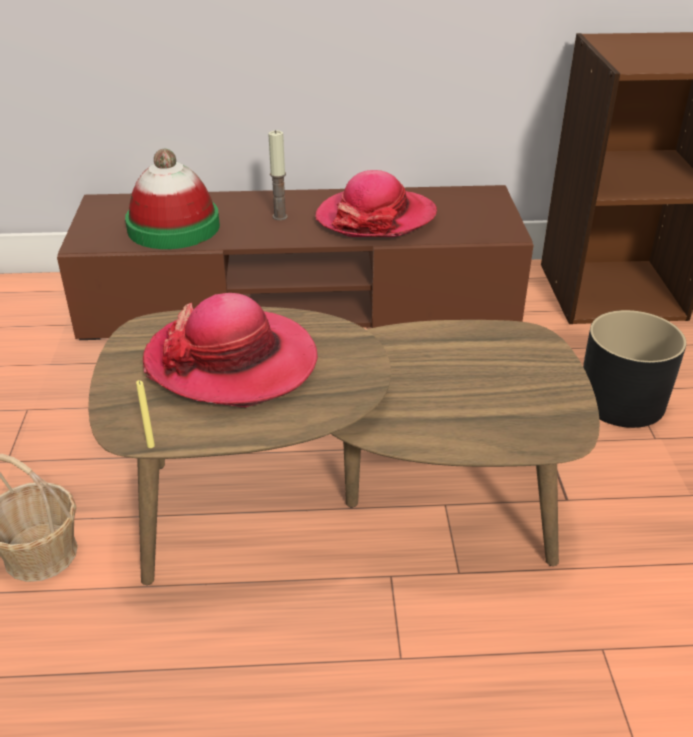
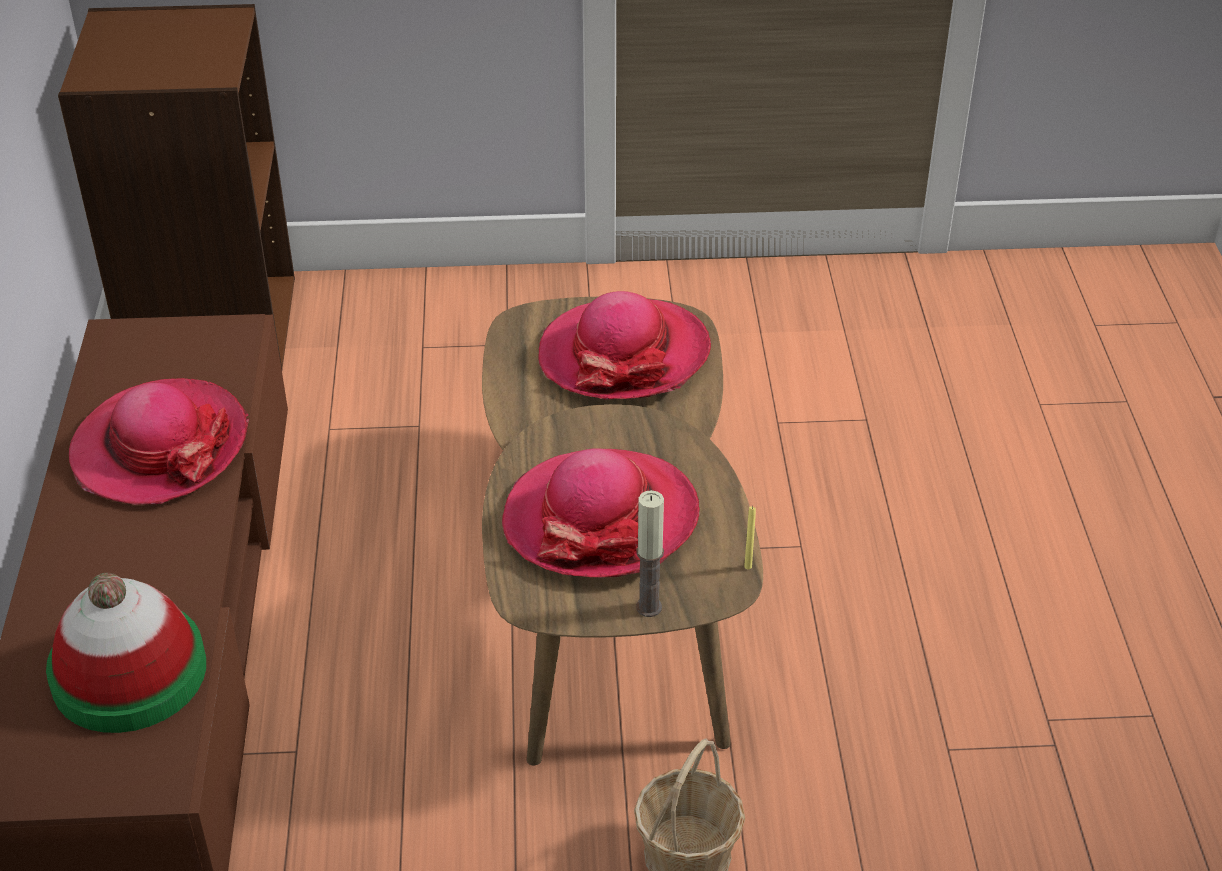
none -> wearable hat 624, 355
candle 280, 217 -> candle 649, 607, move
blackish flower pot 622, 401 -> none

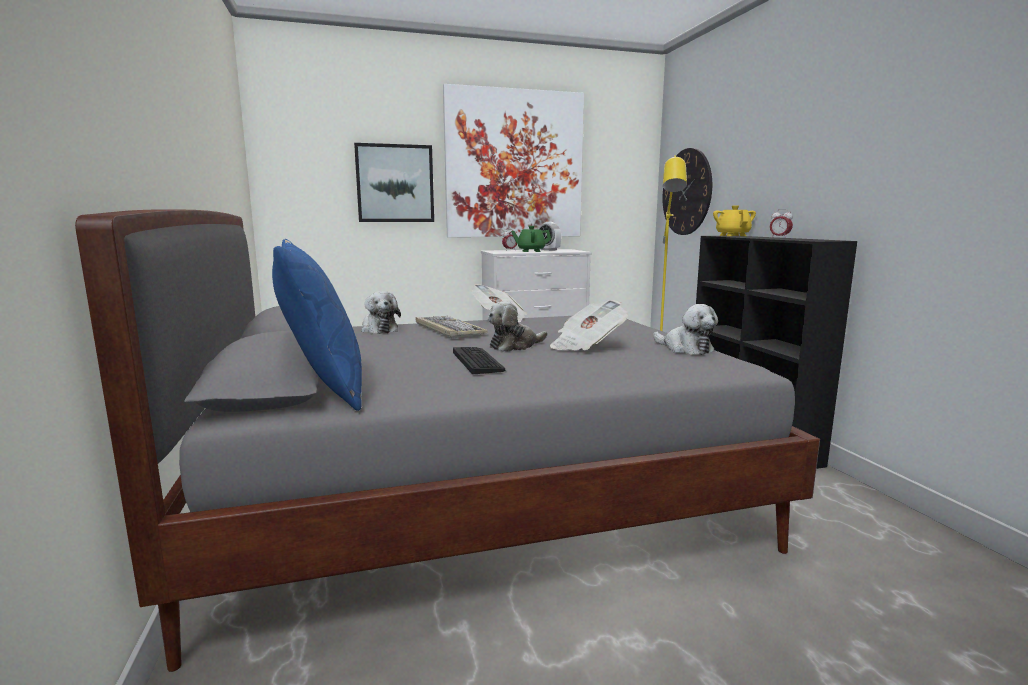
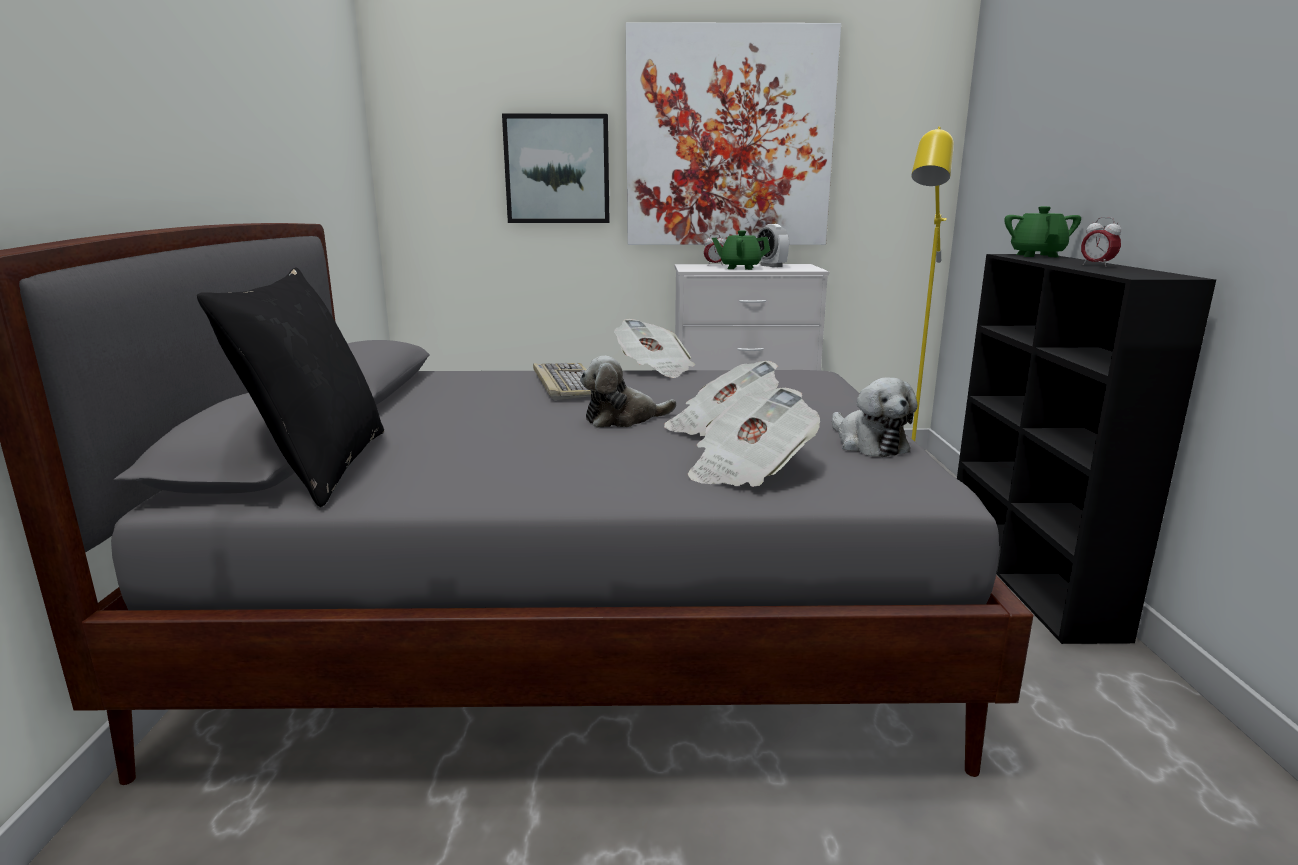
bluish cushion 324, 387 -> blackish cushion 320, 466
none -> newspaper 748, 470
yellow-coloured pot for tea 732, 235 -> green pot for tea 1037, 255
cuddly toy 378, 329 -> none
computer keyboard 477, 361 -> none
clock on the wall 686, 192 -> none

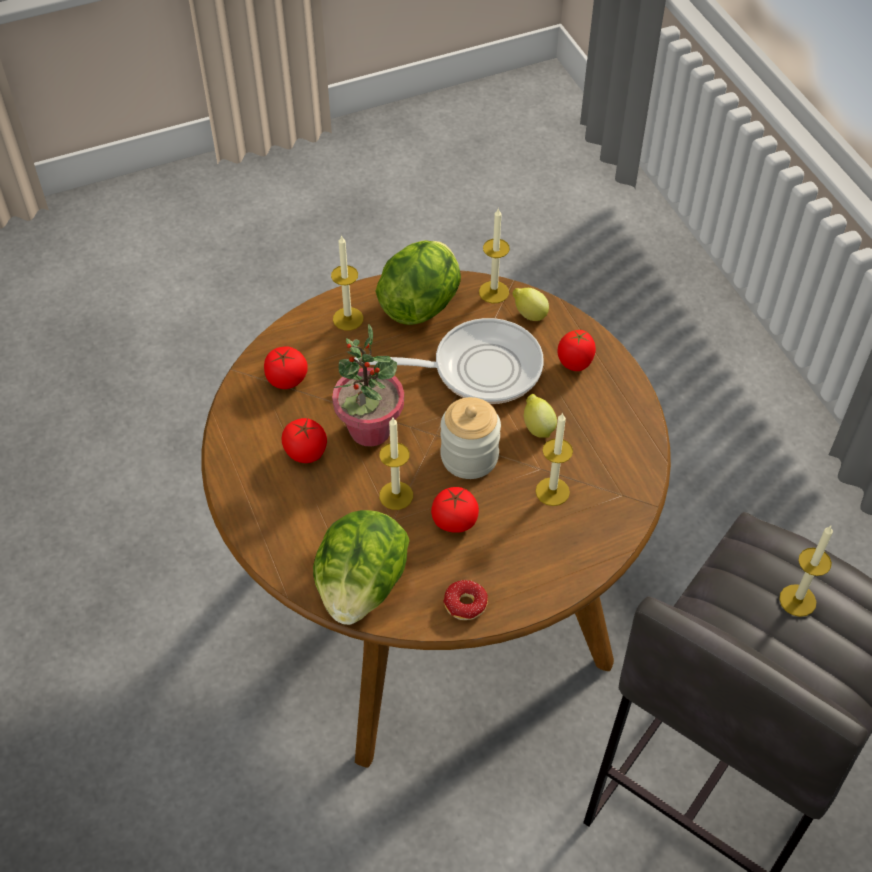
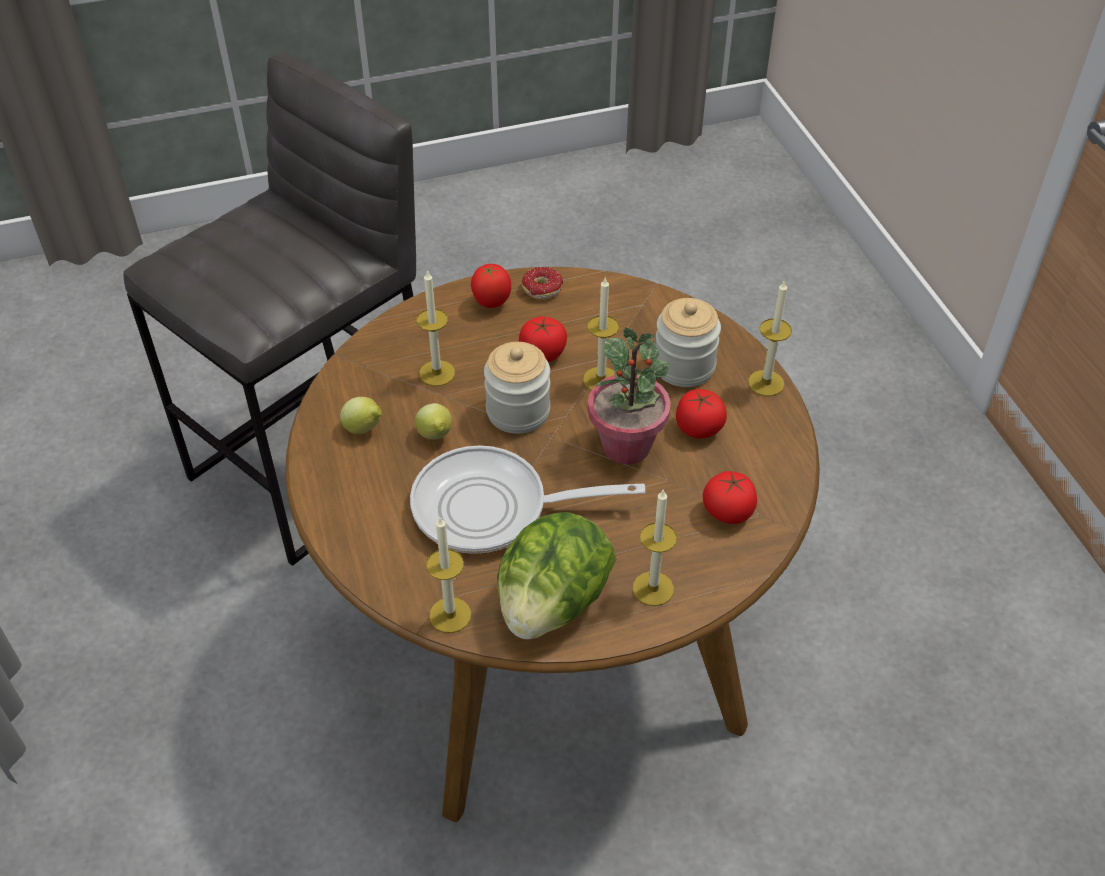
citrus fruit 529, 315 -> citrus fruit 364, 429, move
fresh tomato 575, 364 -> fresh tomato 491, 303, move
none -> jar 684, 366
candle 797, 600 -> candle 766, 383, move
lettuce 361, 587 -> none

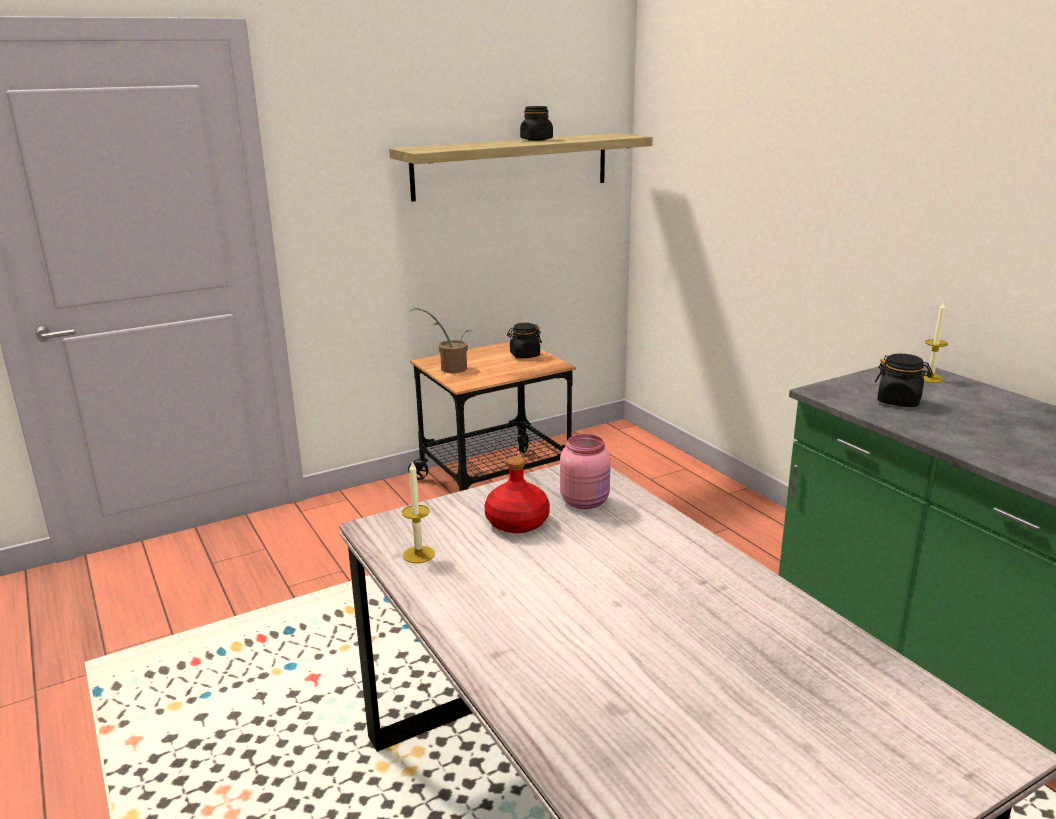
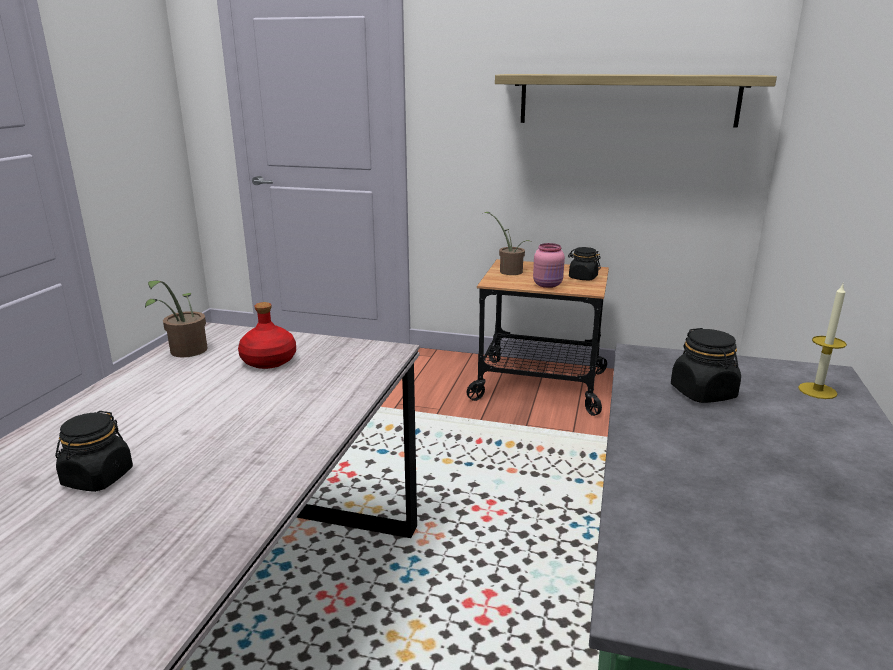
blackish jar 536, 140 -> blackish jar 97, 478, move
candle 418, 554 -> potted plant 185, 352
pinkish jar 586, 501 -> pinkish jar 548, 285, move

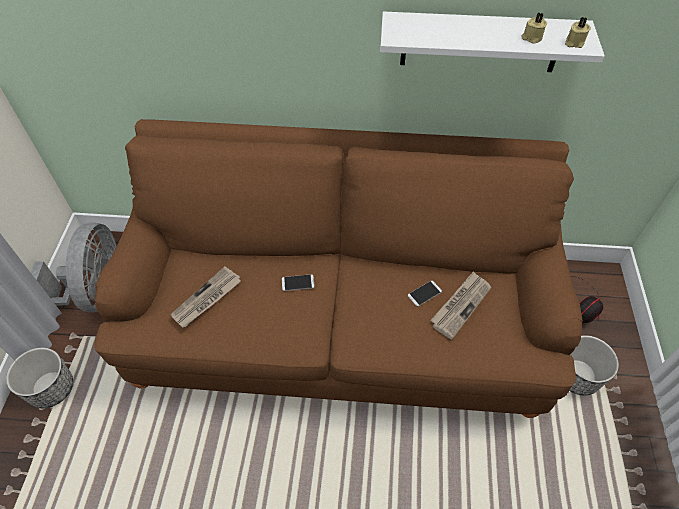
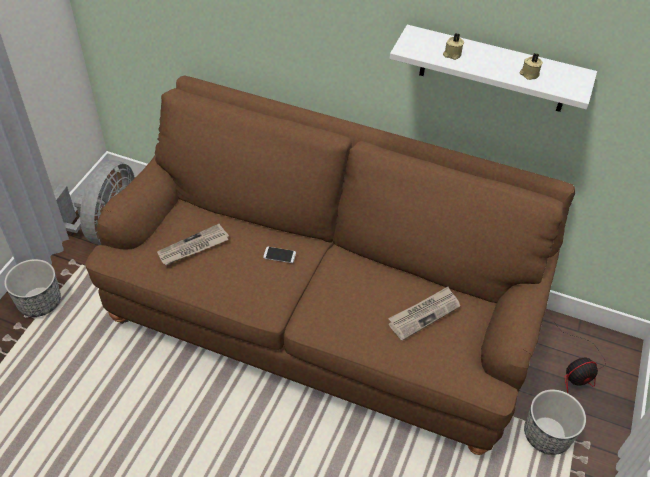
beige candle 573, 43 -> beige candle 452, 54, move
phone 424, 293 -> none

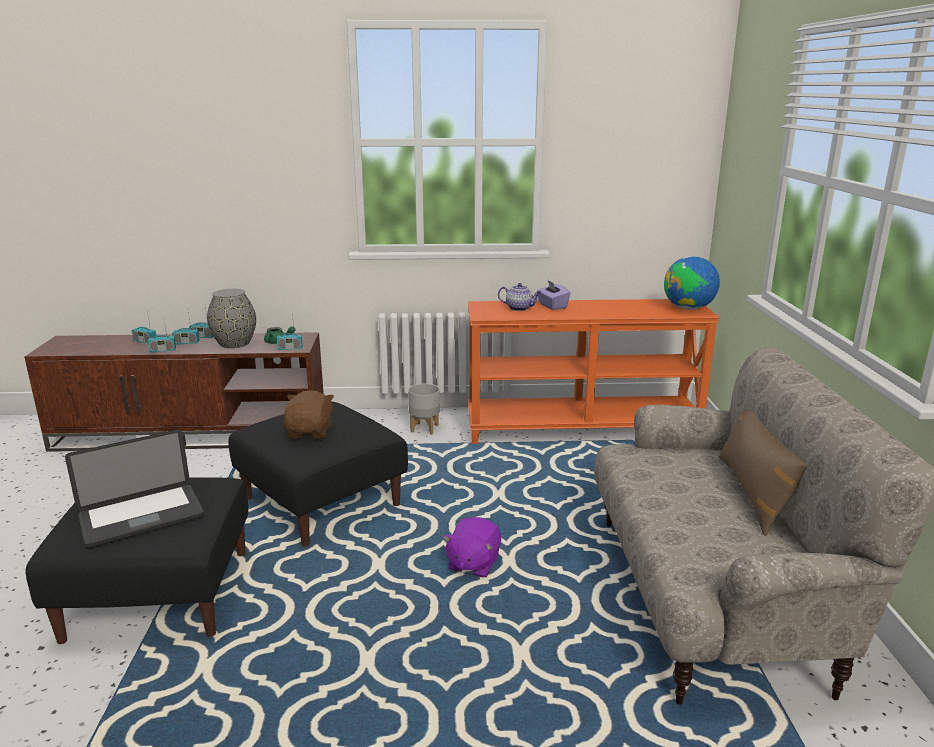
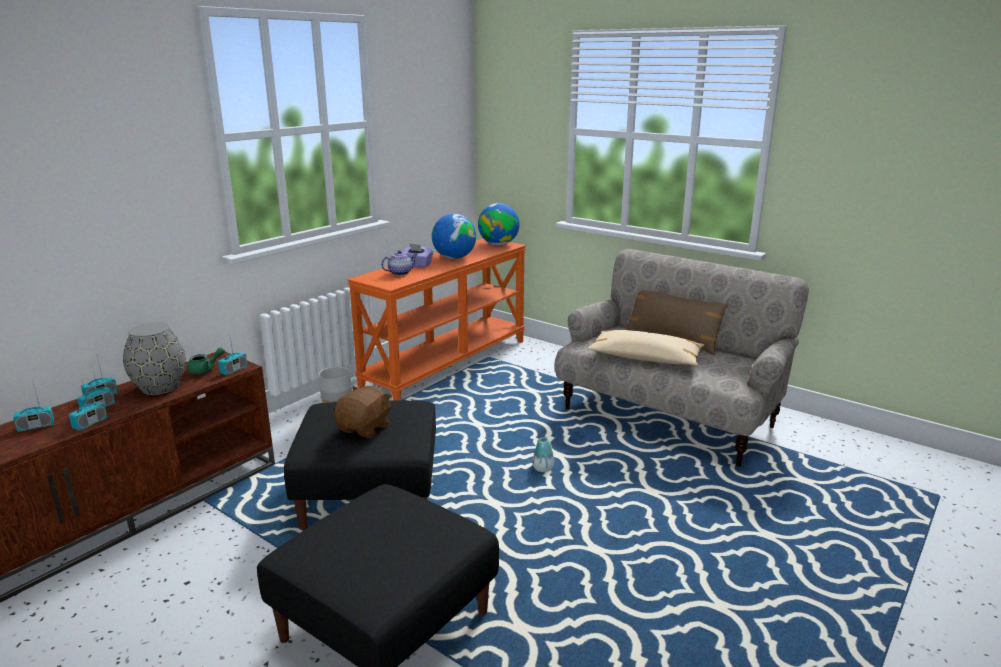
brownish cuddly toy 310, 433 -> brownish cuddly toy 365, 428, 75 degrees clockwise
none -> globe 454, 258
purplish cuddly toy 473, 564 -> flower vase 543, 469
none -> beige cushion 645, 358
portable computer 141, 517 -> none

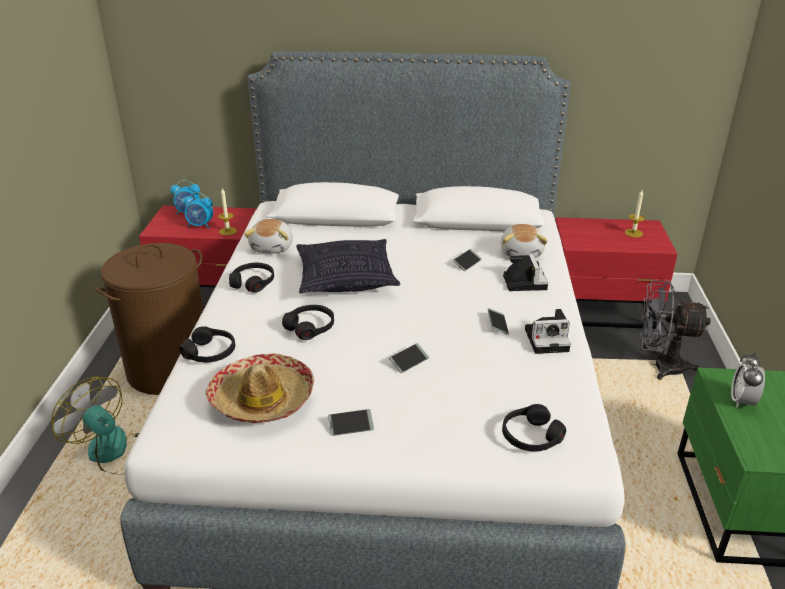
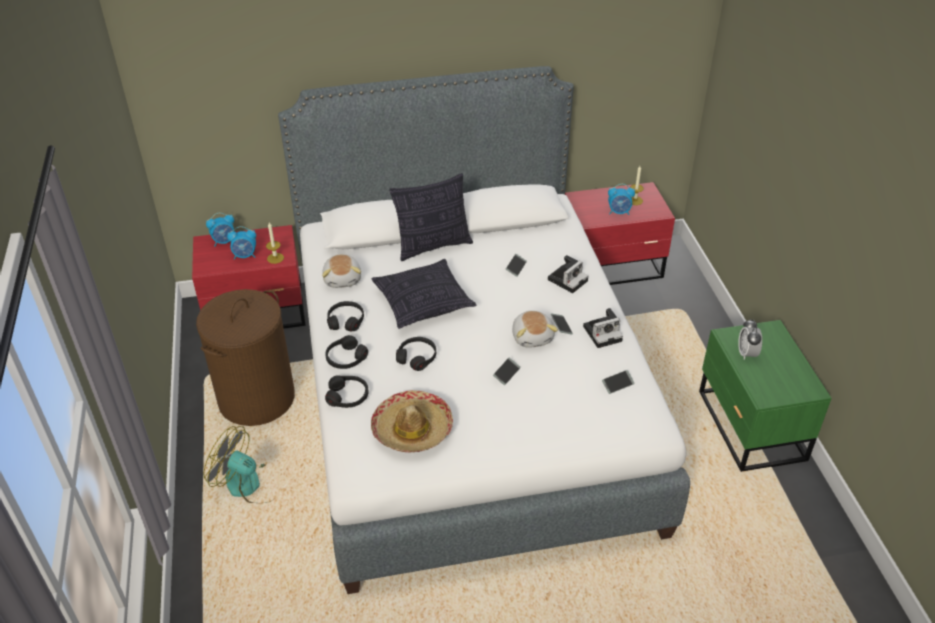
blackish headset 530, 436 -> blackish headset 346, 358, move
none -> cushion 433, 246
cuddly toy 522, 252 -> cuddly toy 532, 337, move
still camera 523, 281 -> still camera 568, 279, 60 degrees clockwise
phone 351, 426 -> phone 617, 384, move
none -> table clock 619, 212
greyish cooling fan 660, 366 -> none

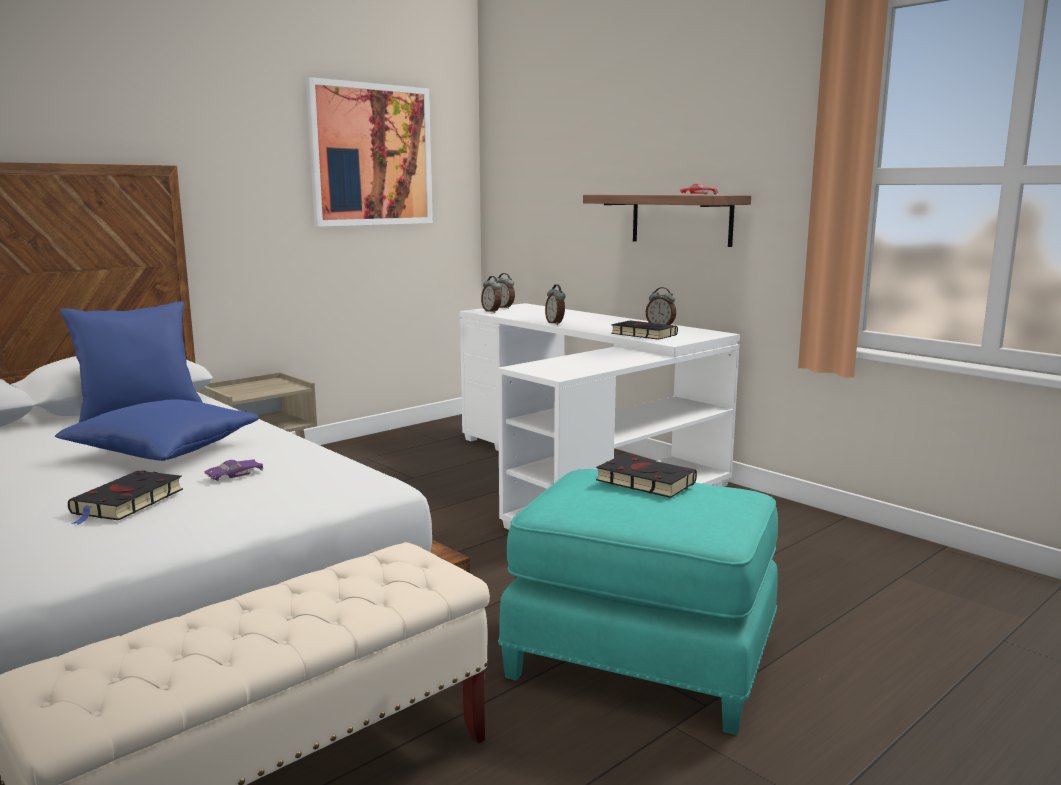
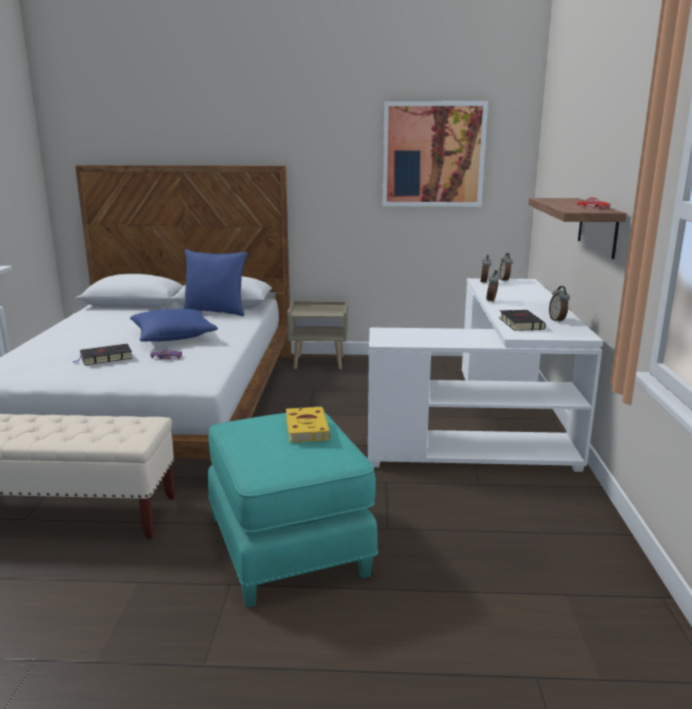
blackish volume 642, 481 -> yellow-coloured volume 306, 428

